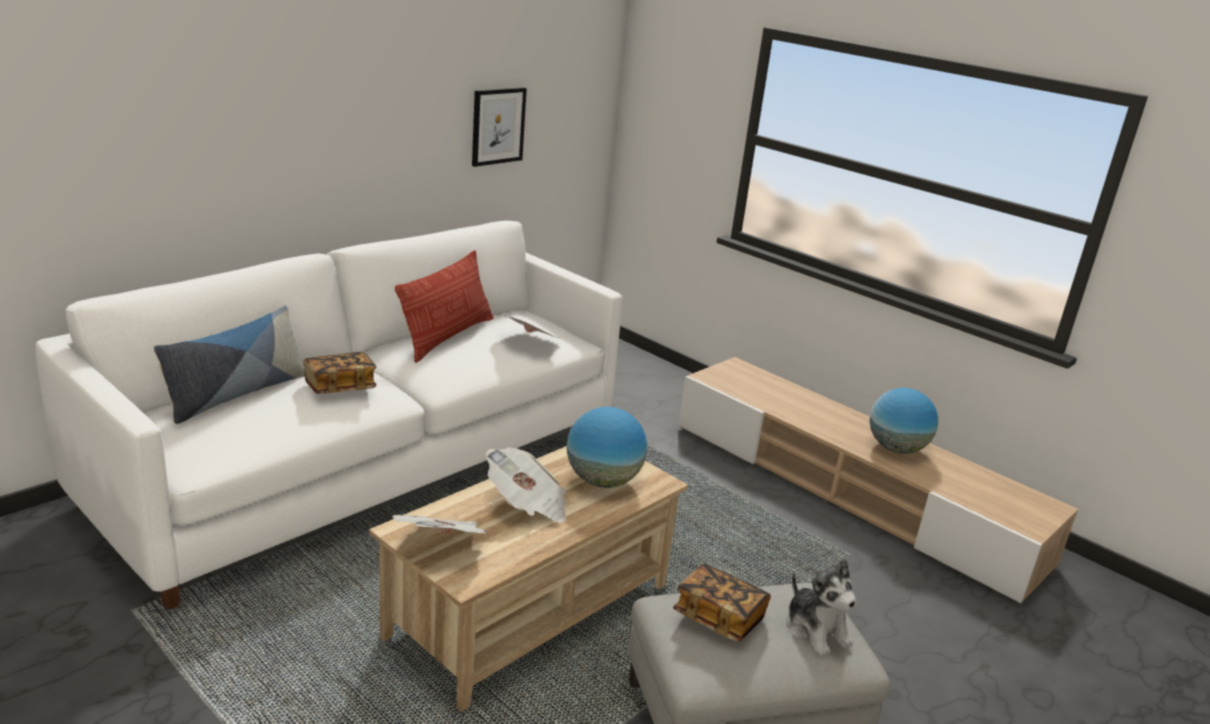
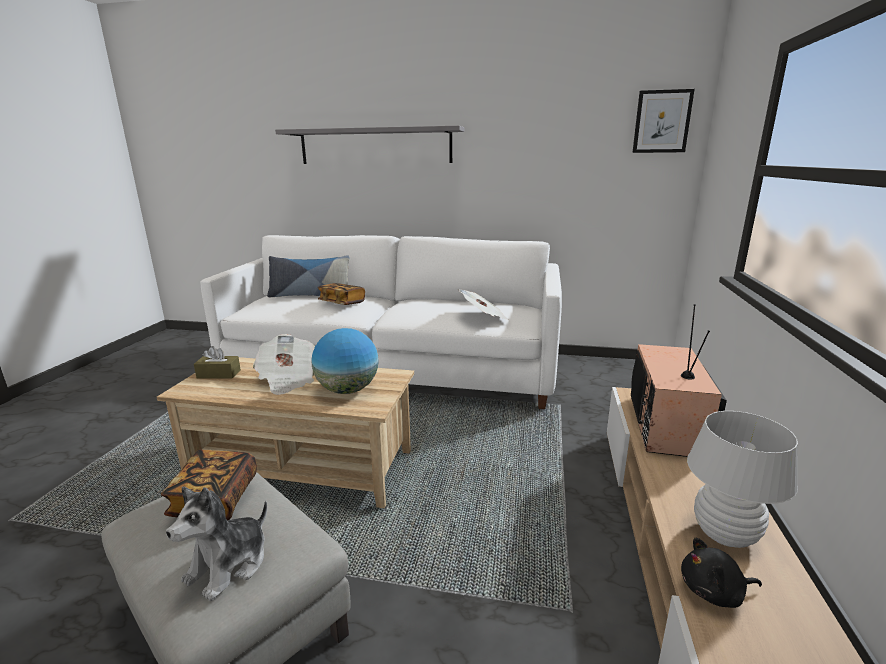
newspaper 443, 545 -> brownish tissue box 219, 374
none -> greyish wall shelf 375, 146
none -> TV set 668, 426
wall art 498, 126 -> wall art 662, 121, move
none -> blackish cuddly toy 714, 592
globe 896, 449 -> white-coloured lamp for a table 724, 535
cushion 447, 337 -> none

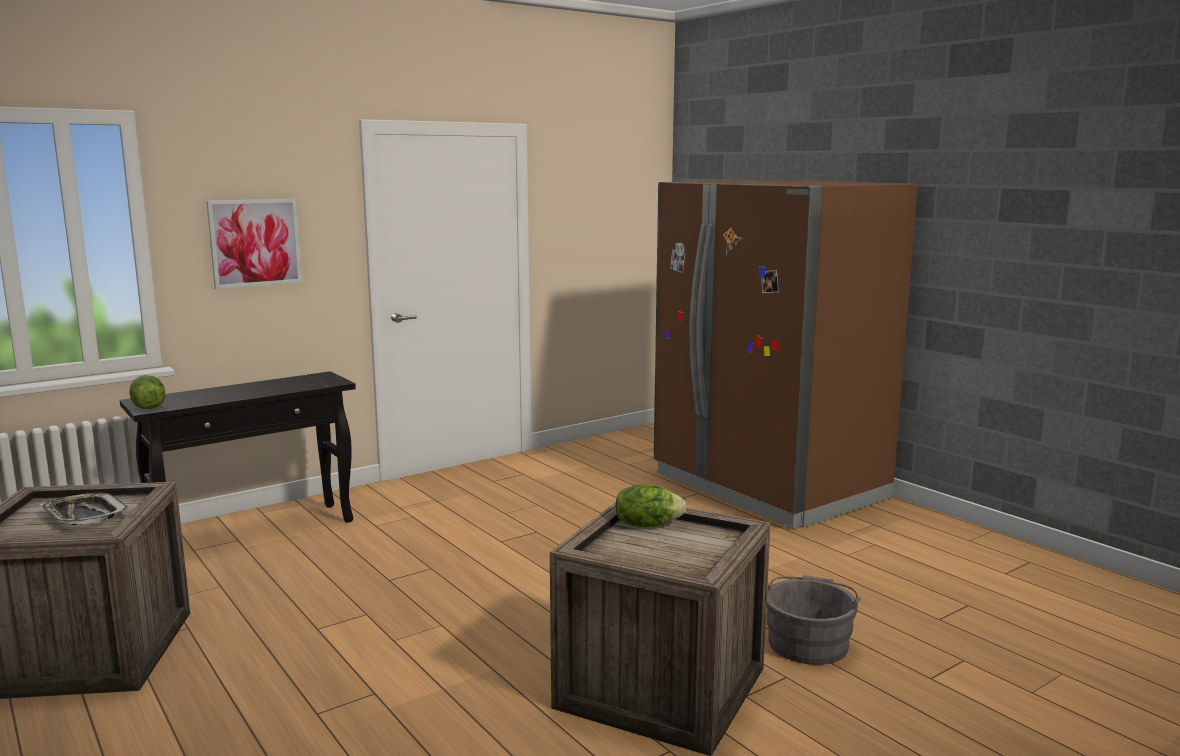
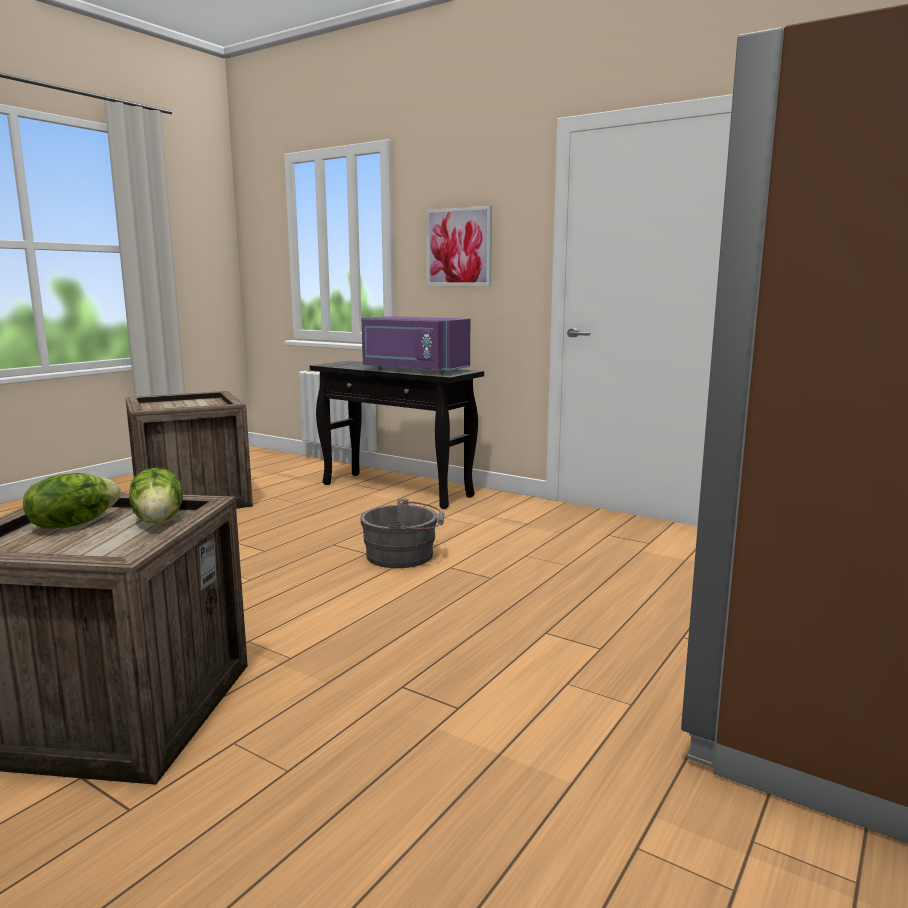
lettuce 147, 407 -> lettuce 73, 524, move
greyish bucket 808, 642 -> greyish bucket 404, 556, move
none -> purplish microwave oven 413, 370
tray 84, 515 -> none

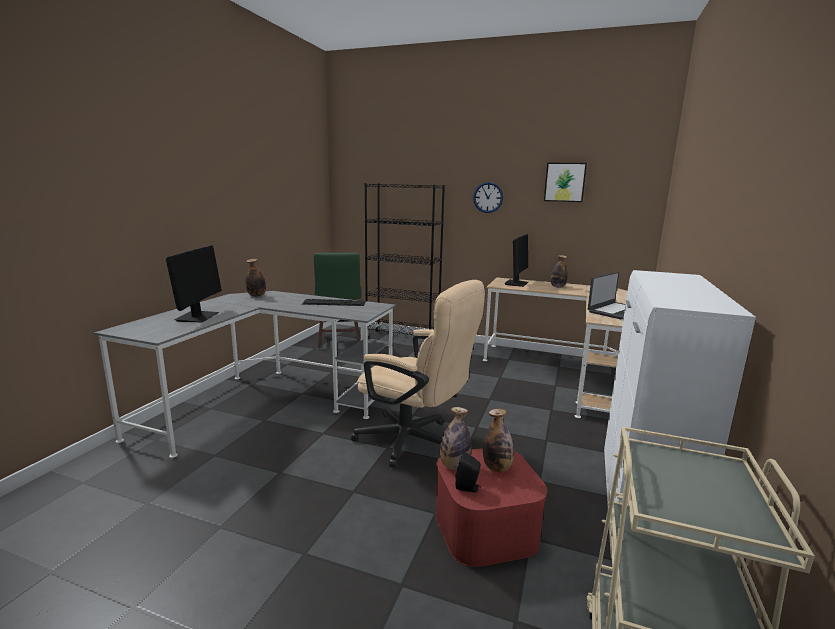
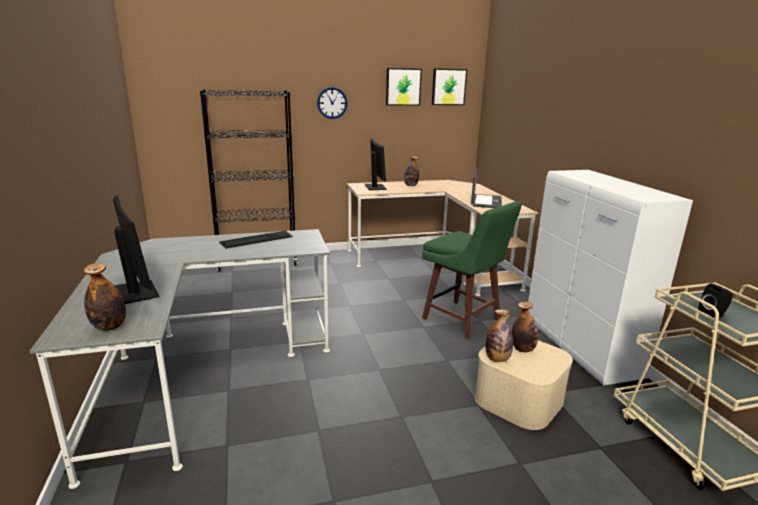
bottle 256, 296 -> bottle 109, 327, move
green stool seat 338, 341 -> green stool seat 462, 320, move
none -> wall art 448, 87
red-coloured storage container 485, 528 -> beige storage container 519, 399
blackish loudspeaker 468, 488 -> blackish loudspeaker 713, 315, move
beige desk chair 415, 442 -> none

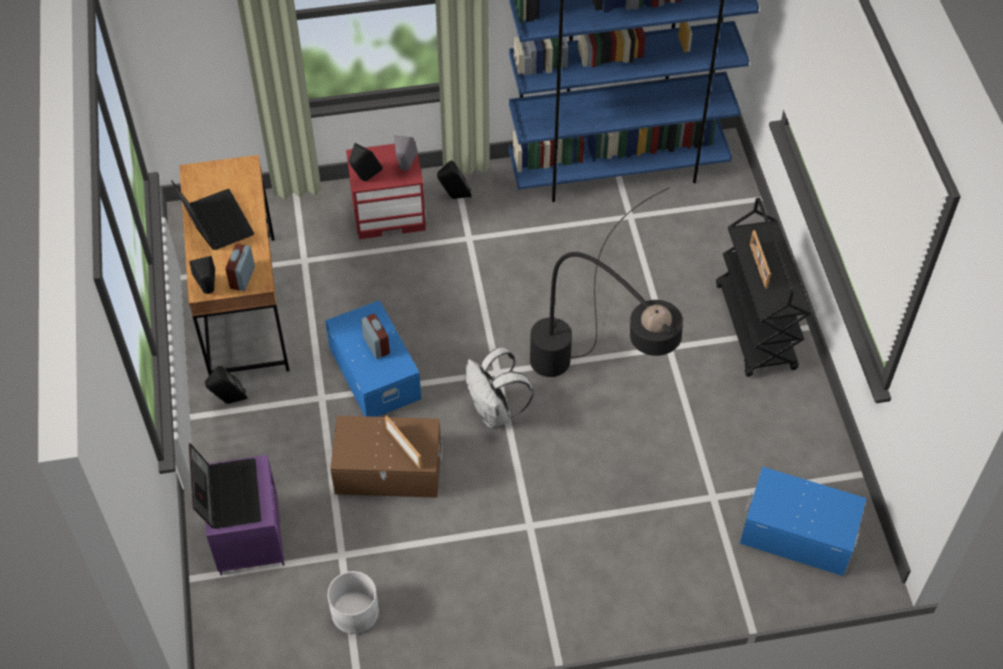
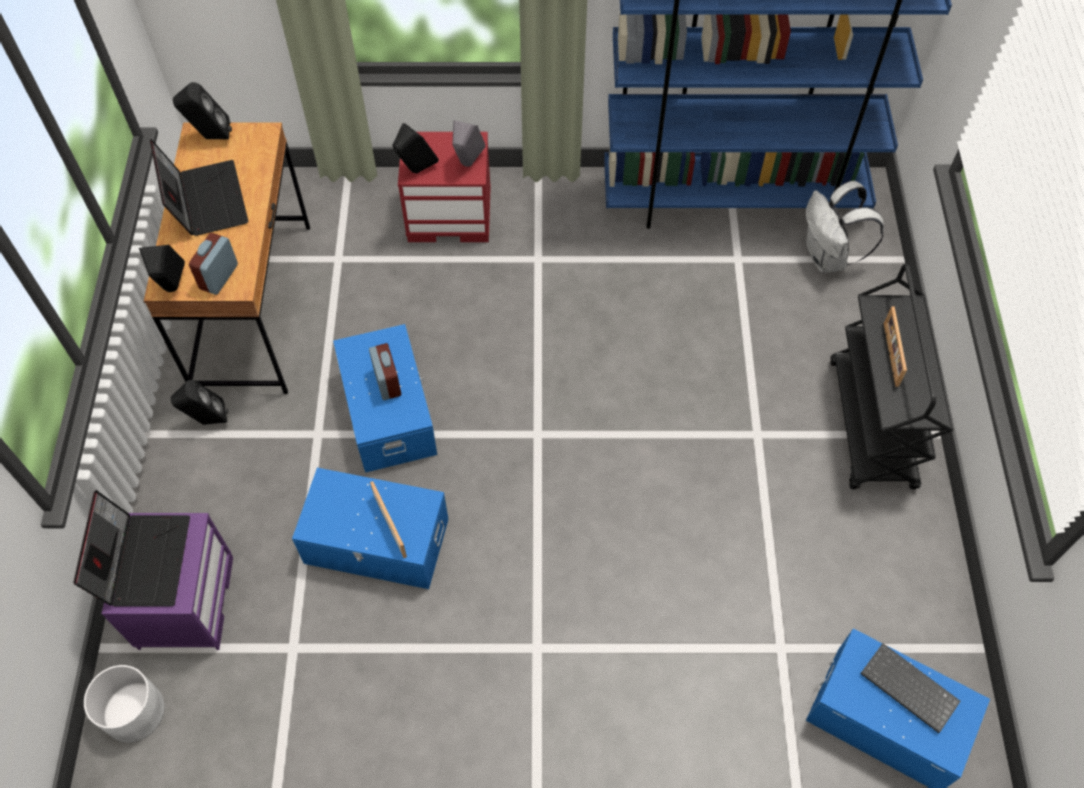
white-coloured flower pot 355, 613 -> white-coloured flower pot 133, 712, move
blackish loudspeaker 454, 197 -> blackish loudspeaker 210, 137, move
brownish storage container 389, 470 -> bluish storage container 377, 542
white-coloured backpack 495, 412 -> white-coloured backpack 828, 258, move
none -> computer keyboard 907, 688
blackish standard lamp 596, 384 -> none

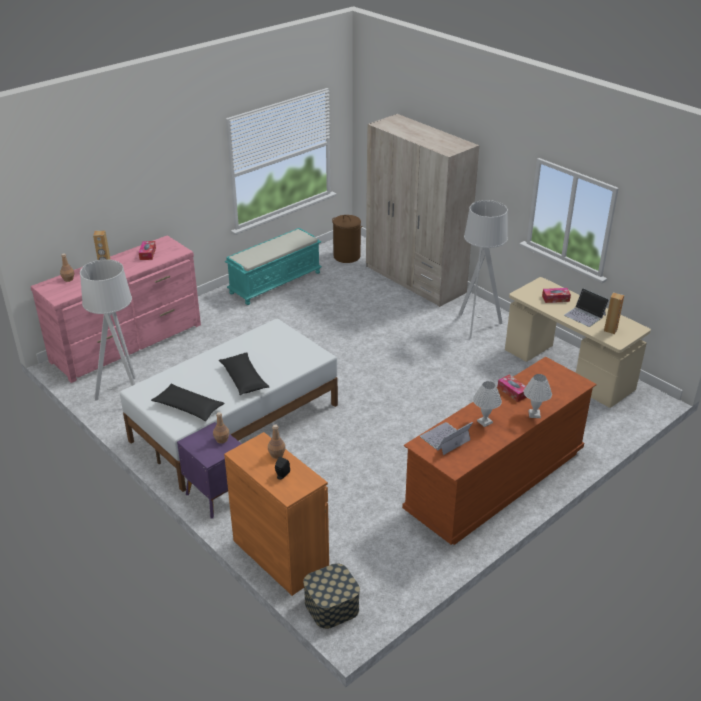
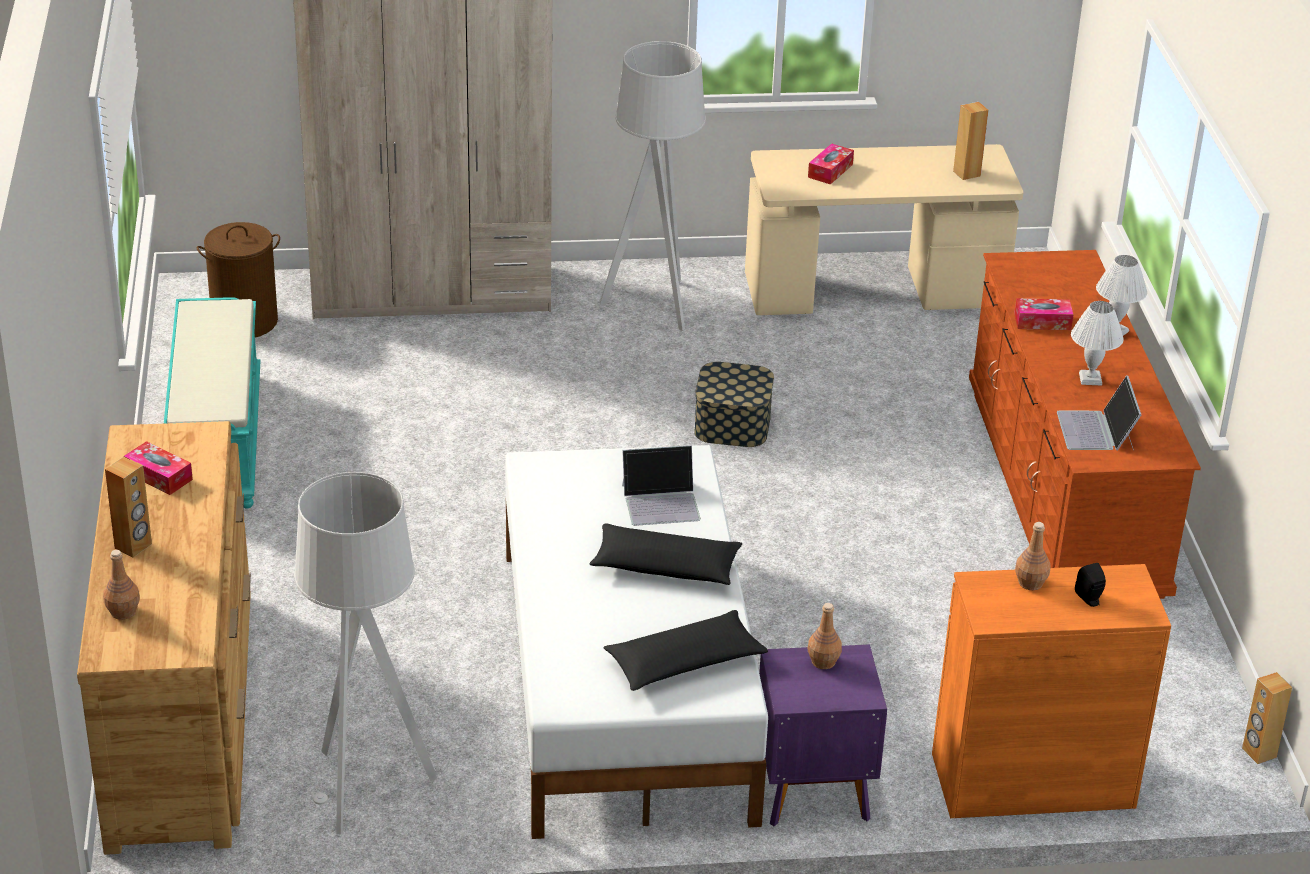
pinkish dresser 128, 343 -> brownish dresser 181, 714
portable computer 585, 315 -> portable computer 661, 502, move
storage container 331, 606 -> storage container 732, 424, move
none -> brownish loudspeaker 1258, 753

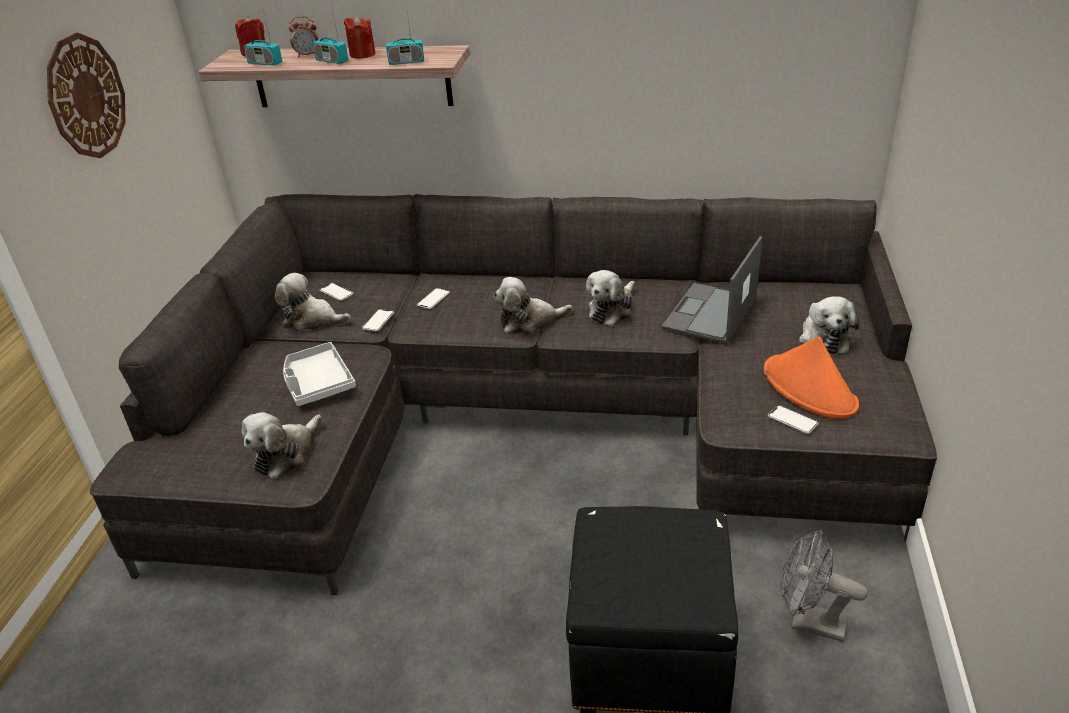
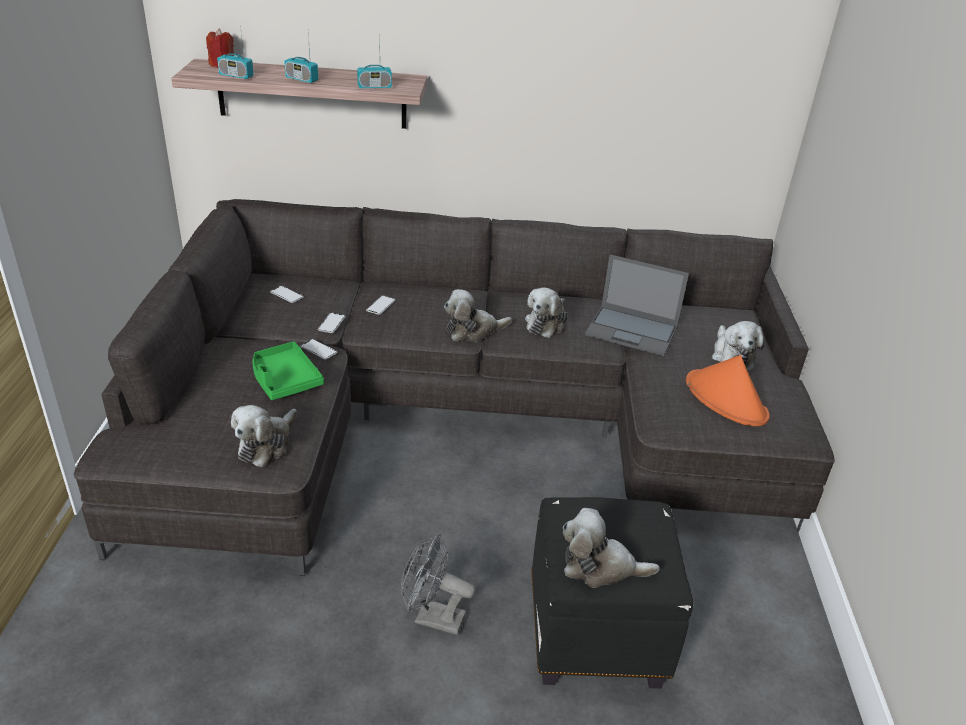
greyish tray 317, 383 -> green tray 284, 380
phone 792, 420 -> phone 318, 350, move
greyish cooling fan 809, 622 -> greyish cooling fan 432, 618, move
cuddly toy 312, 320 -> cuddly toy 600, 566, move
portable computer 710, 314 -> portable computer 632, 331, 90 degrees counterclockwise
clock on the wall 86, 96 -> none
table clock 307, 55 -> none
red-coloured candle 362, 54 -> none

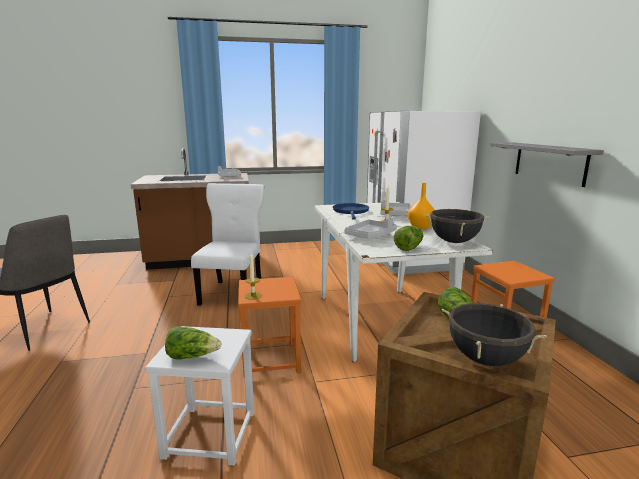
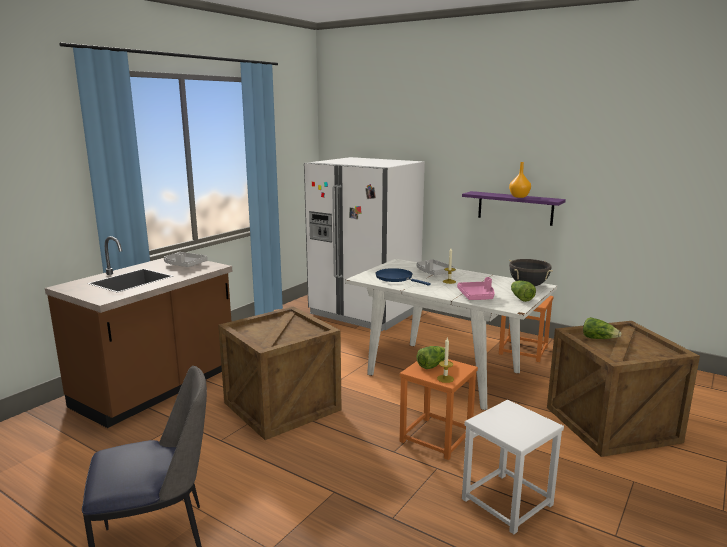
white-coloured chair 233, 293 -> crate 282, 405
lettuce 192, 356 -> lettuce 432, 365, move
greyish tray 371, 236 -> pinkish tray 477, 296
greyish wall shelf 549, 162 -> purplish wall shelf 515, 208
orangey flower vase 421, 227 -> orangey flower vase 519, 196, move
blackish cooking pot 485, 359 -> none

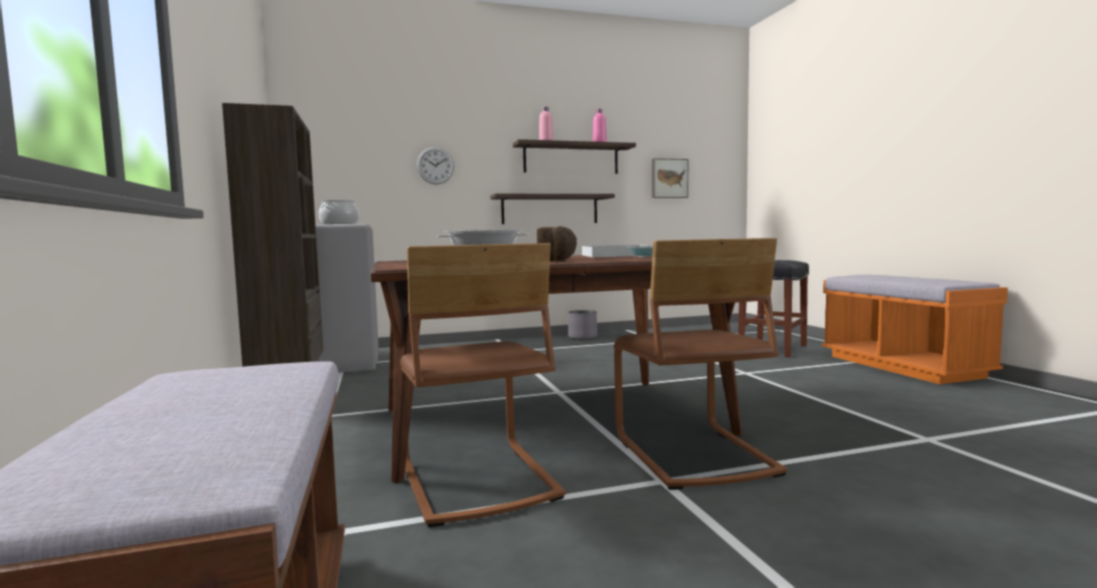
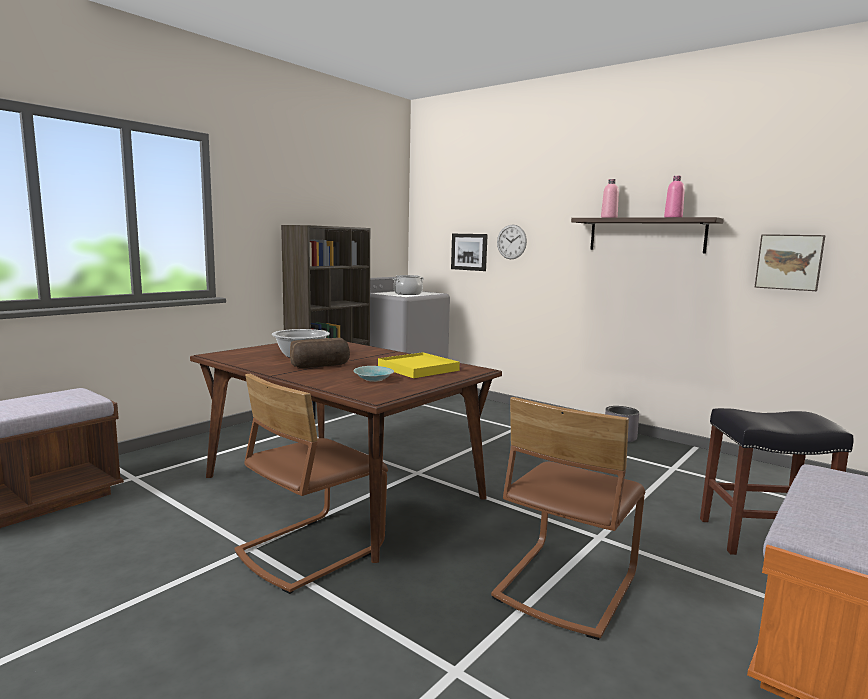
white-coloured tray 617, 255 -> yellow-coloured tray 418, 369
none -> wall art 469, 252
brownish chair 475, 480 -> brownish chair 564, 585, move
wall shelf 550, 209 -> none

